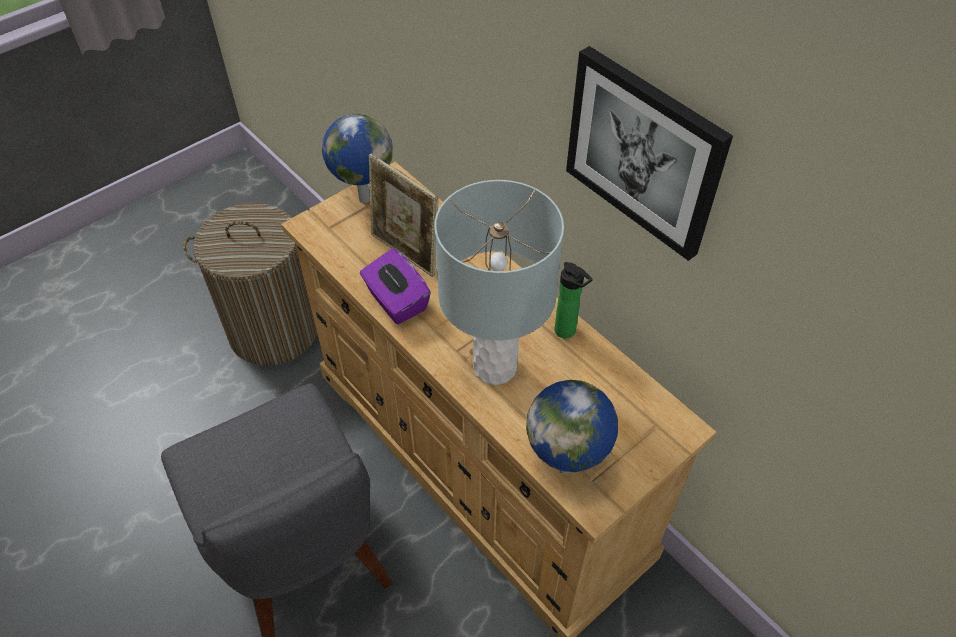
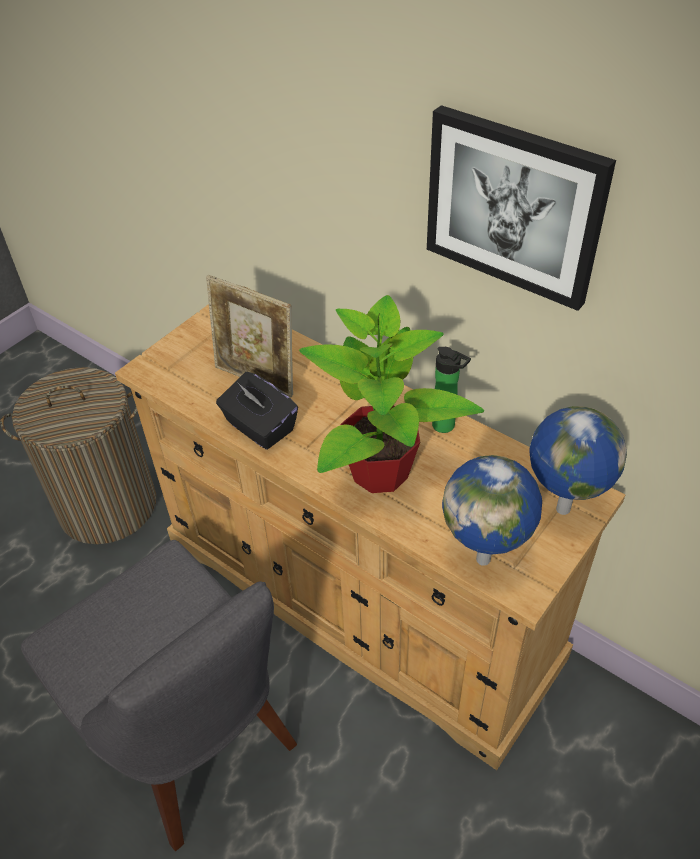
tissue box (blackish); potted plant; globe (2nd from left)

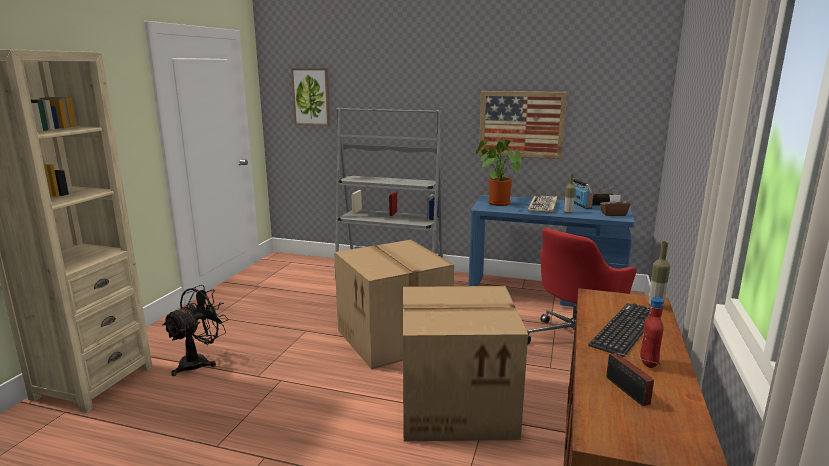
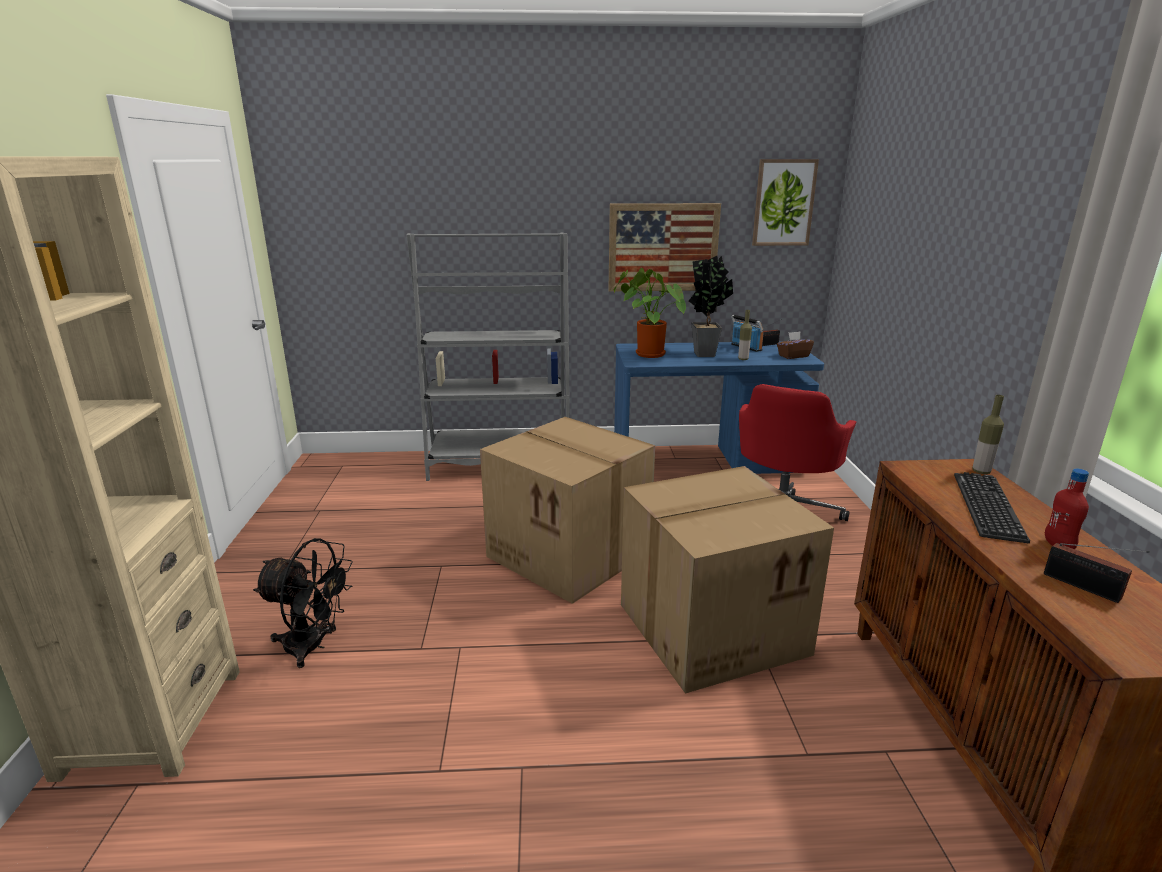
cooling fan (blackish); potted plant (2nd from left); wall art (2nd from left)

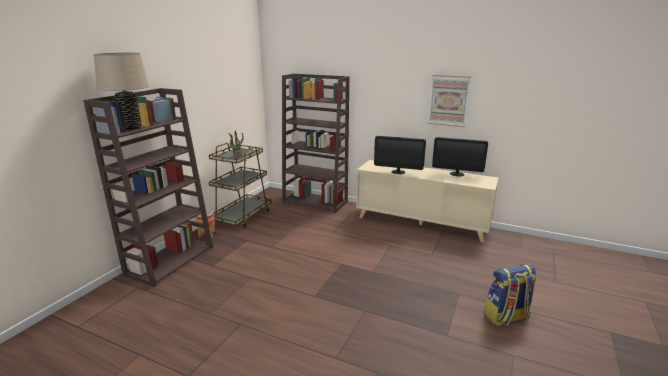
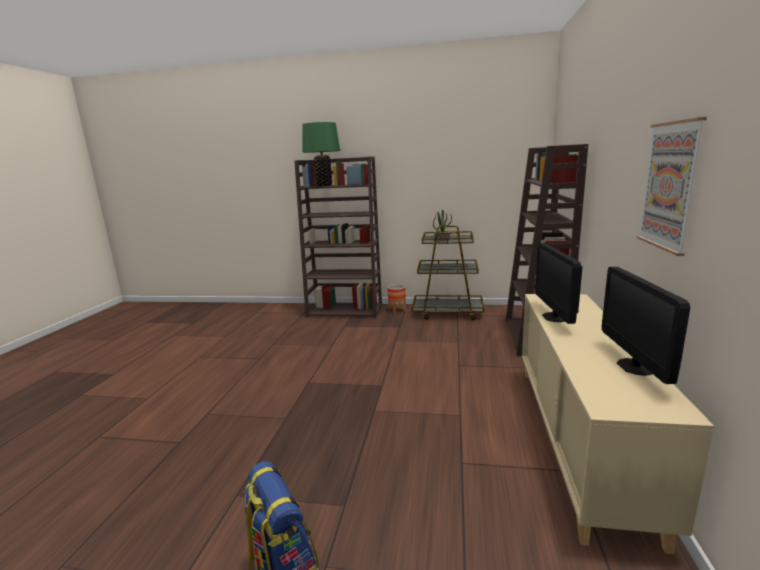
lamp for a table (green-coloured)

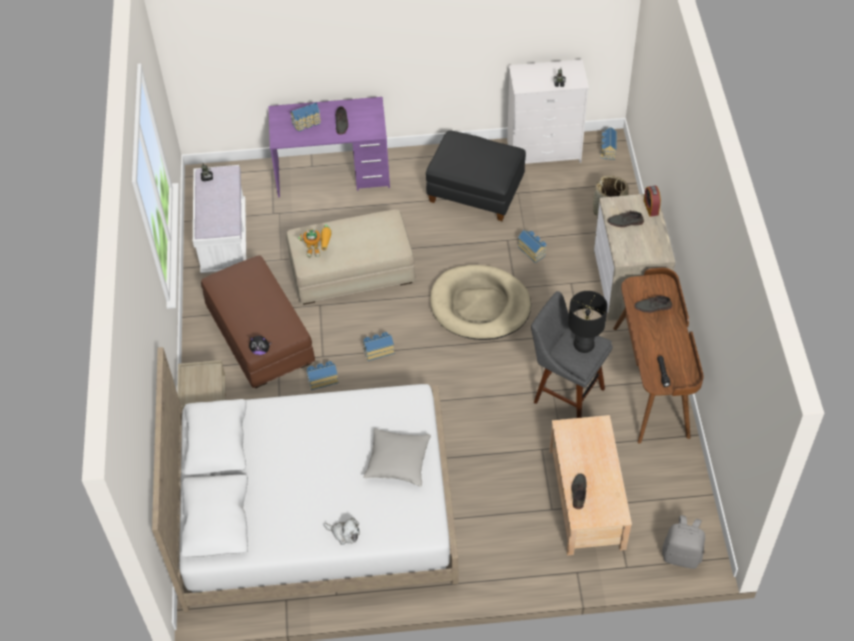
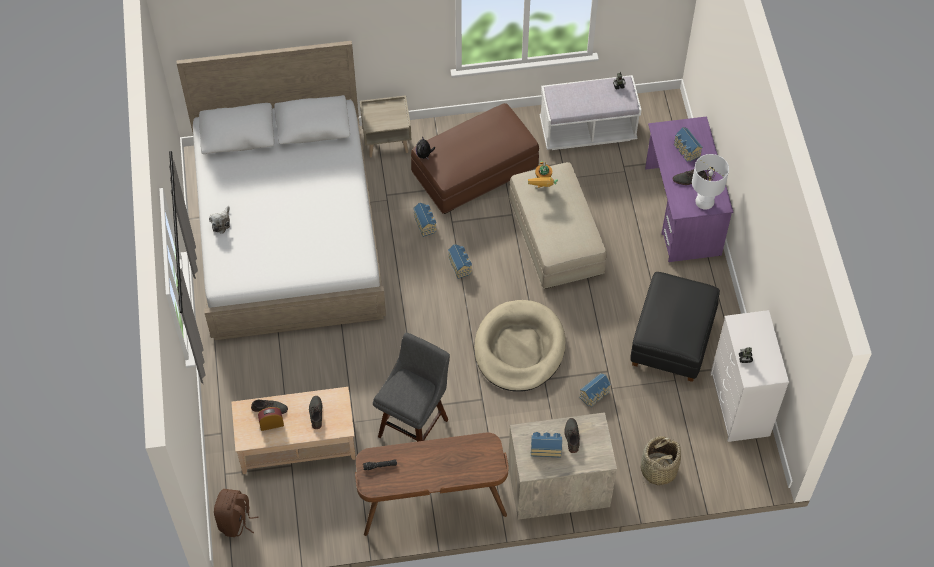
rucksack (brownish); alarm clock; item of footwear (greyish) (2nd from left); toy house (3rd from left); lamp for a table (whitish); cushion (greyish); lamp for a table (blackish)

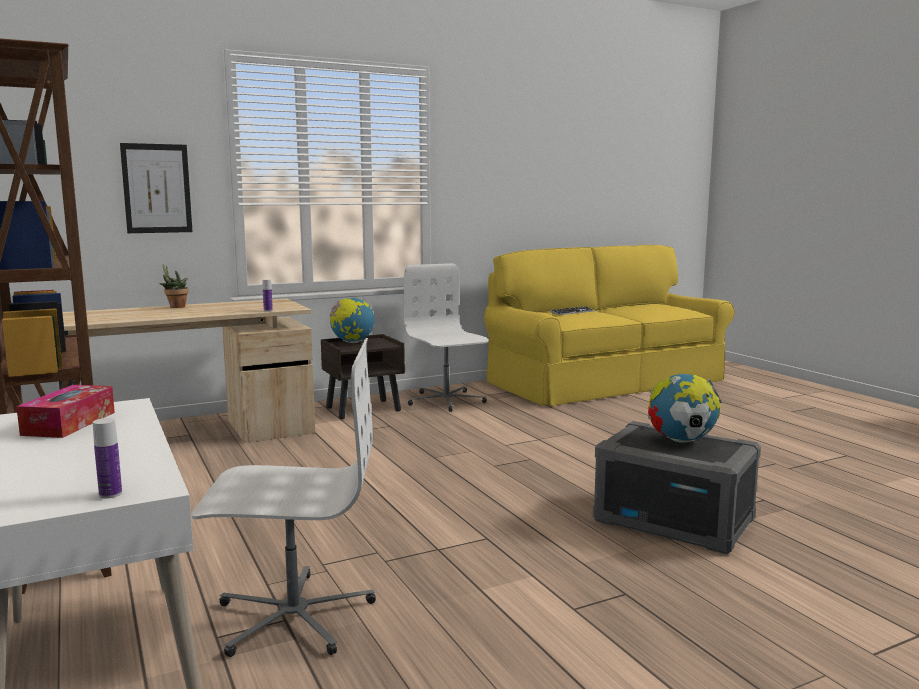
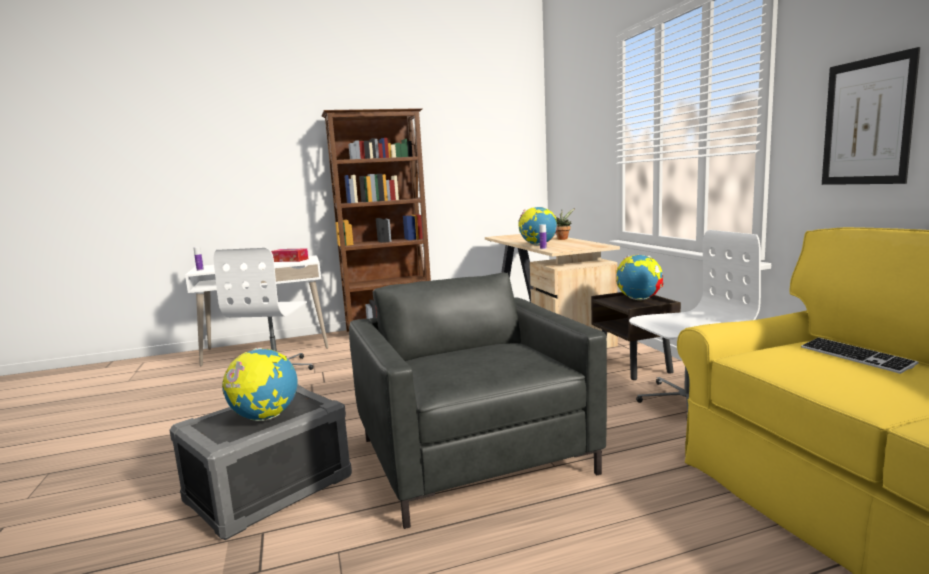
easy chair (greyish); globe (2nd from left); wall art

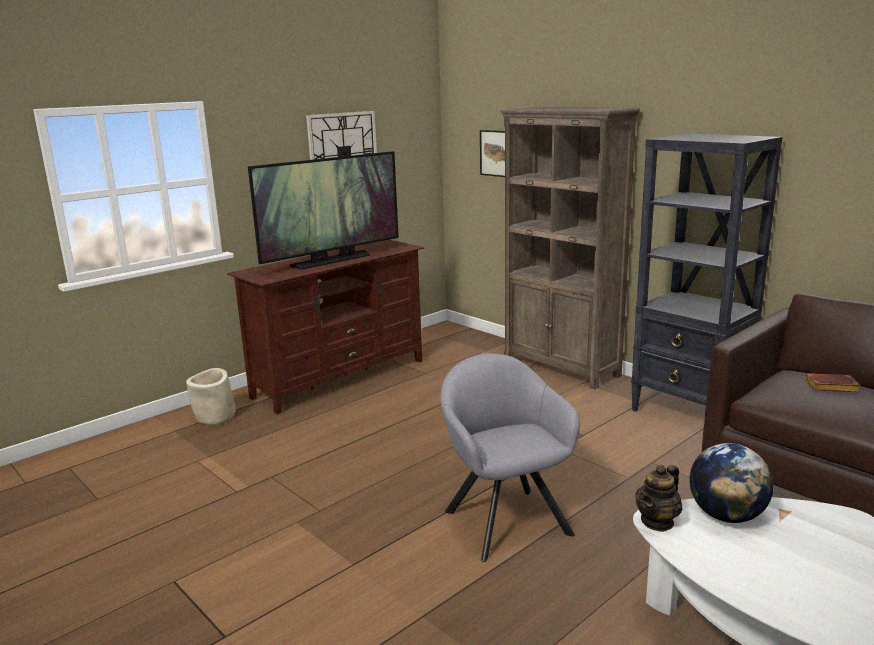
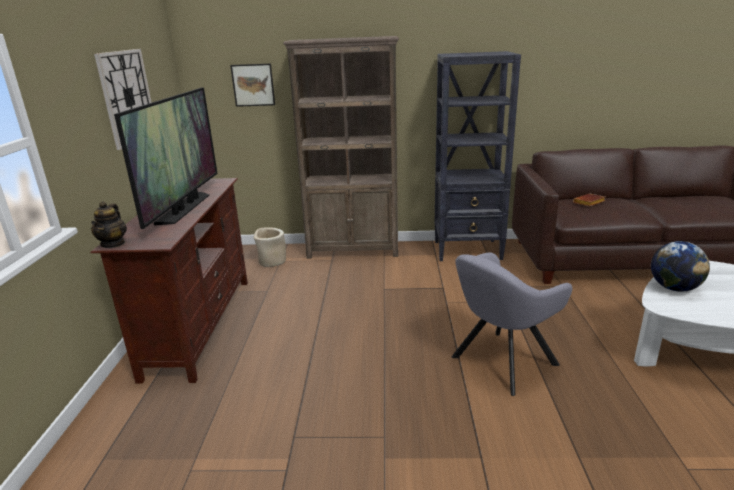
pot for tea; planter (beige); easy chair (greyish)

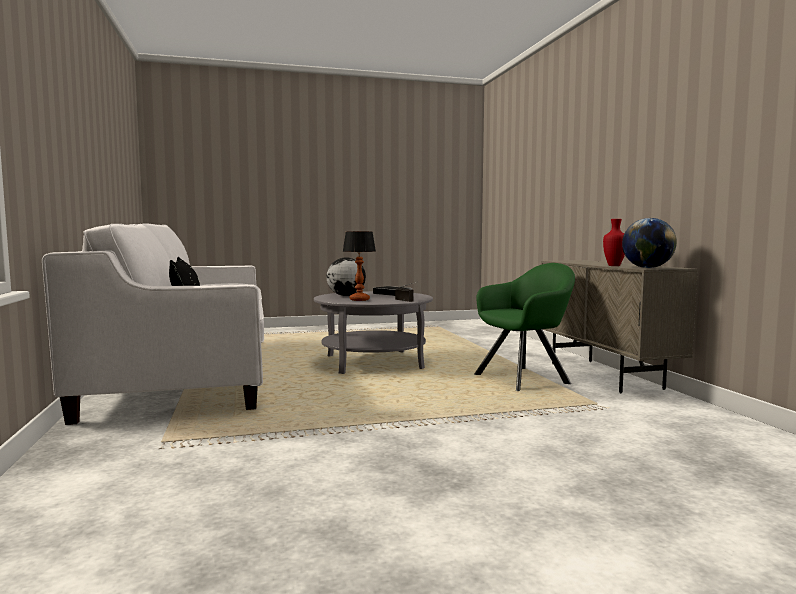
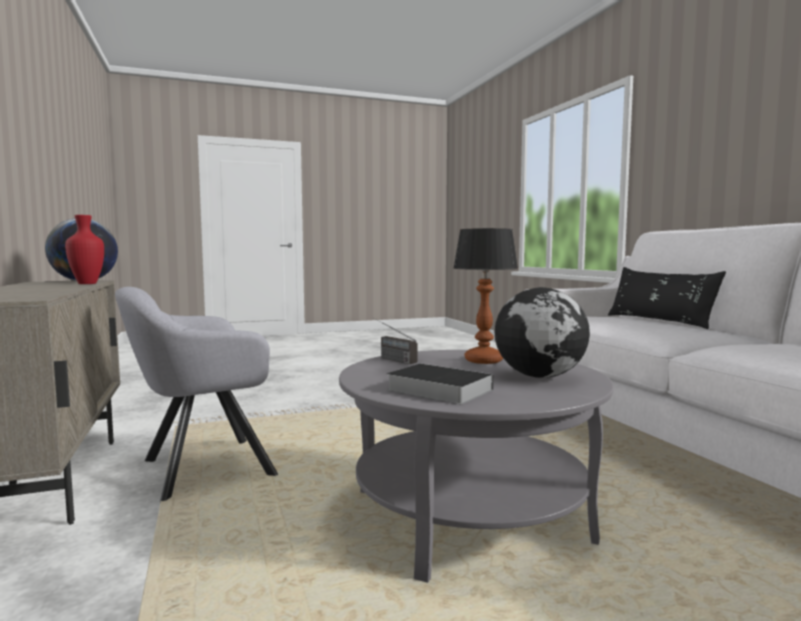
easy chair (greyish)

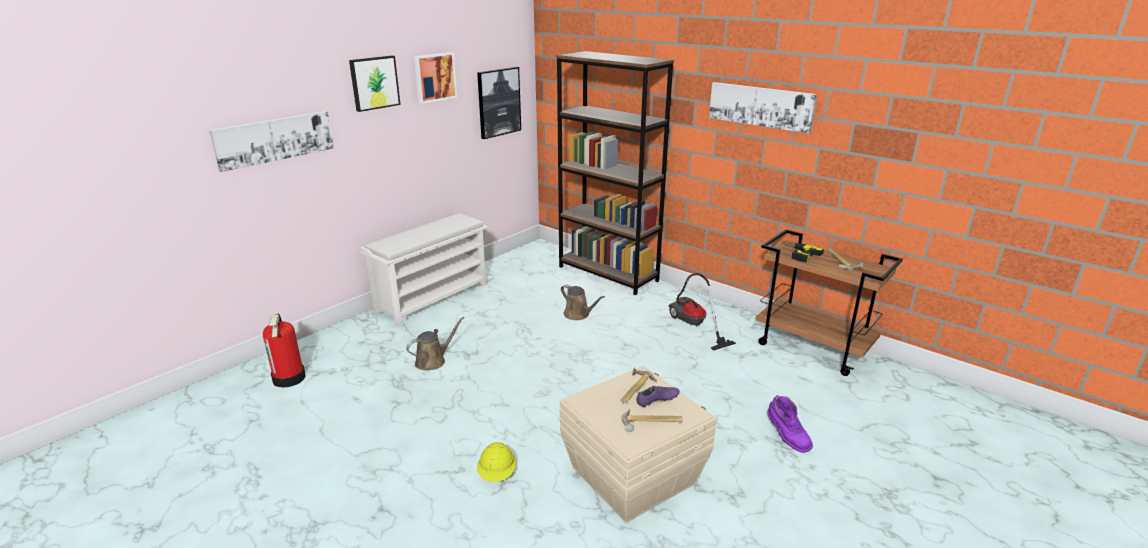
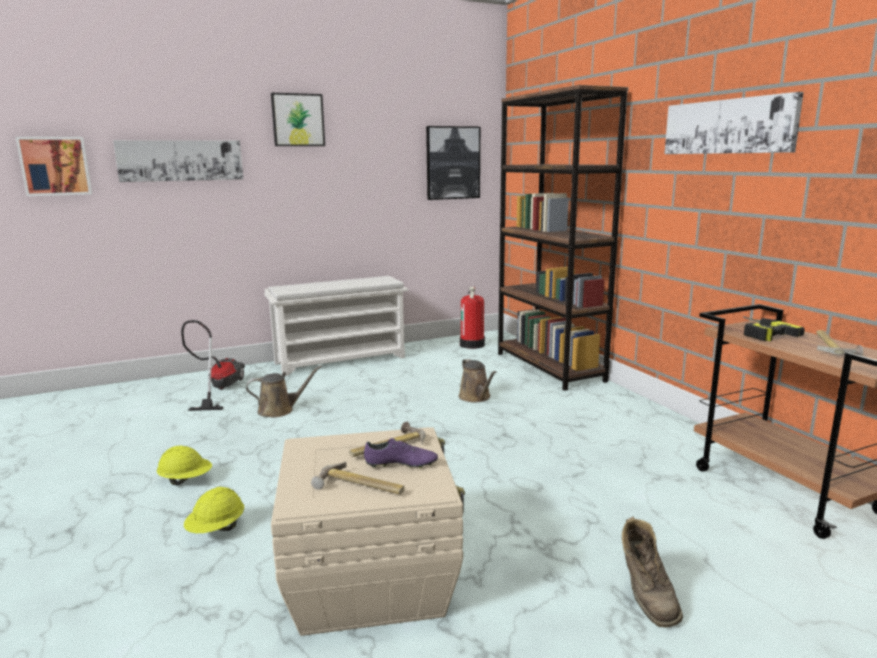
wall art (1st from left); work helmet (yellowish) (1st from left); vacuum cleaner; fire extinguisher; tall boot (brownish)

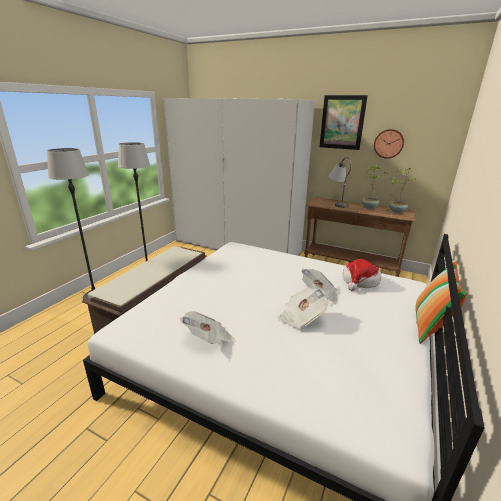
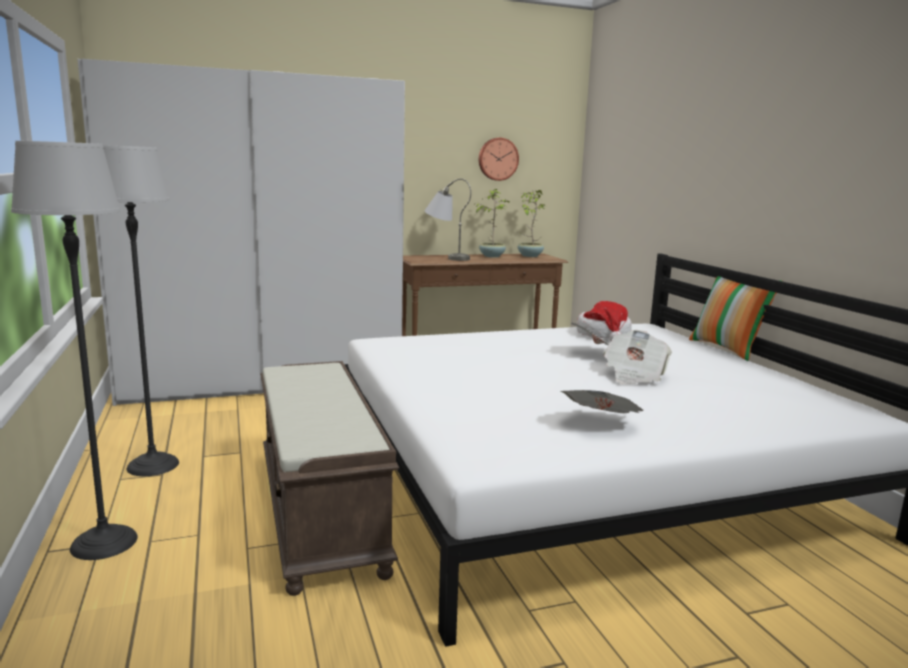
wall art

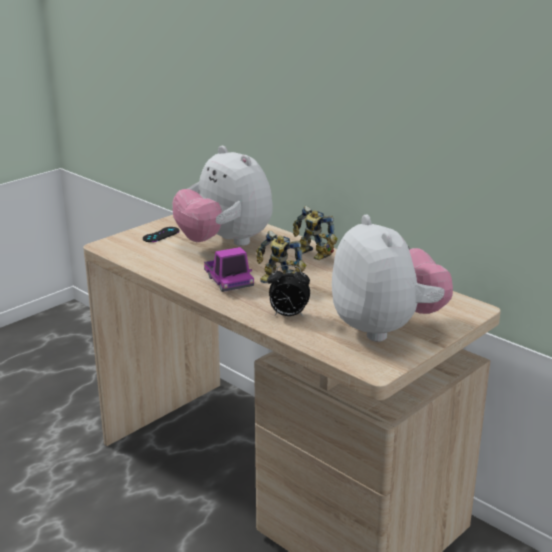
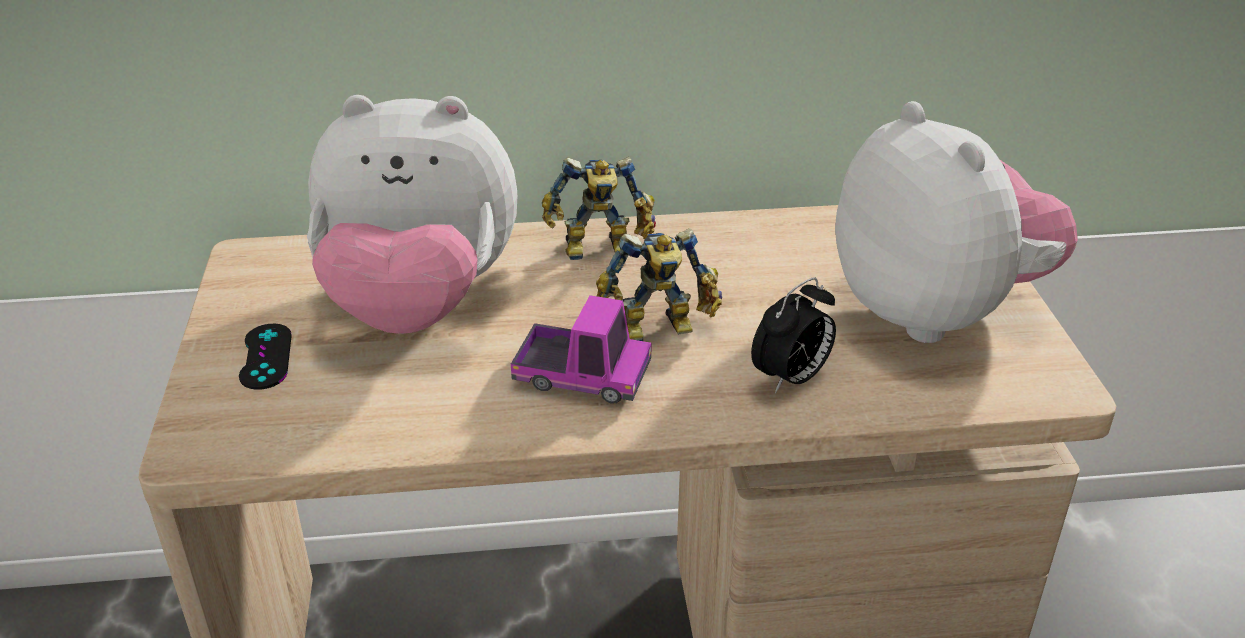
cuddly toy (2nd from left)

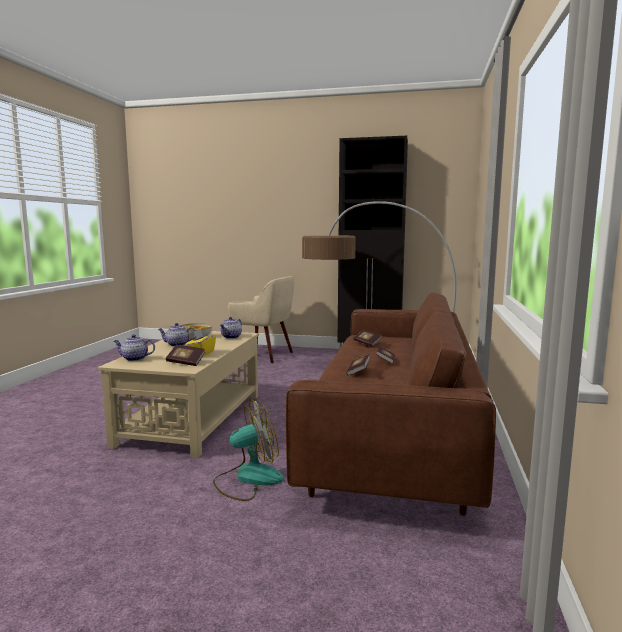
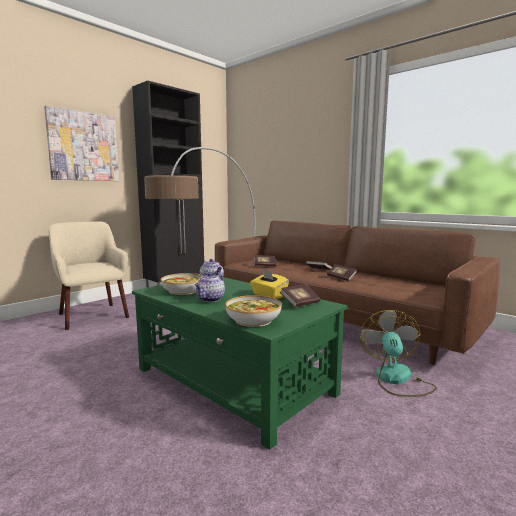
wall art; easy chair (beige); coffee table (green-coloured); bowl (2nd from left)

